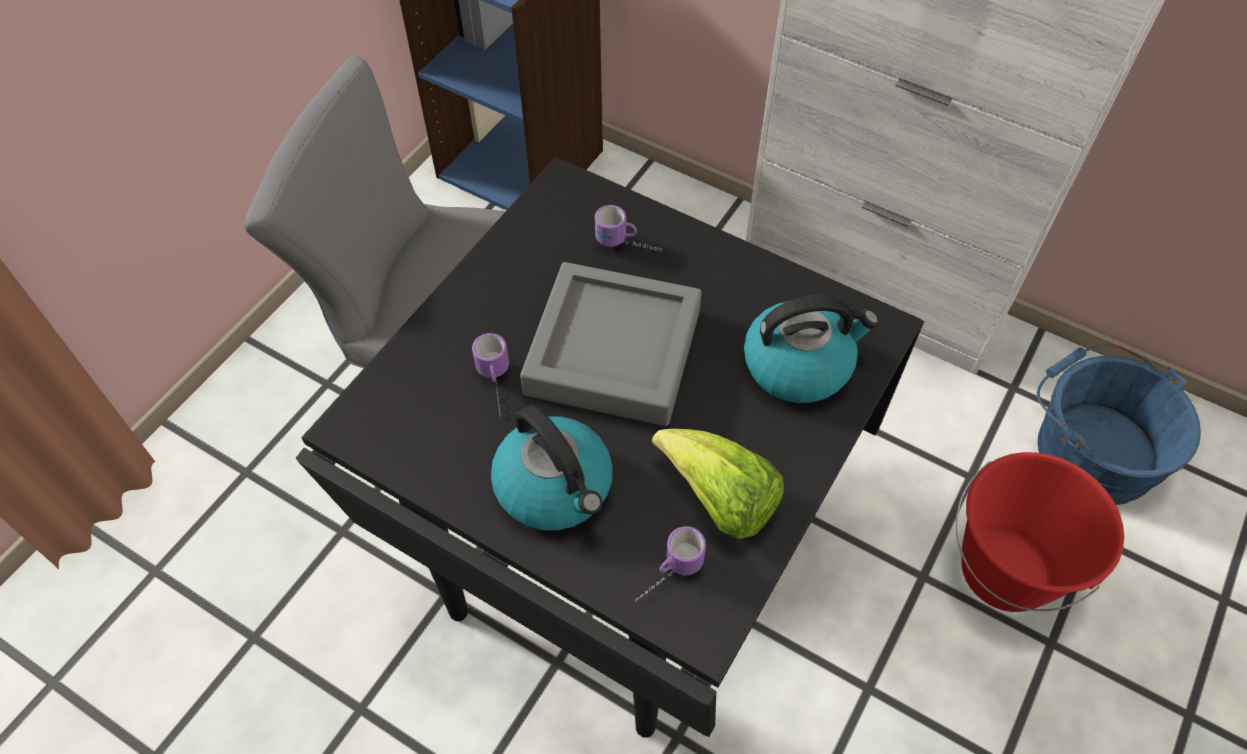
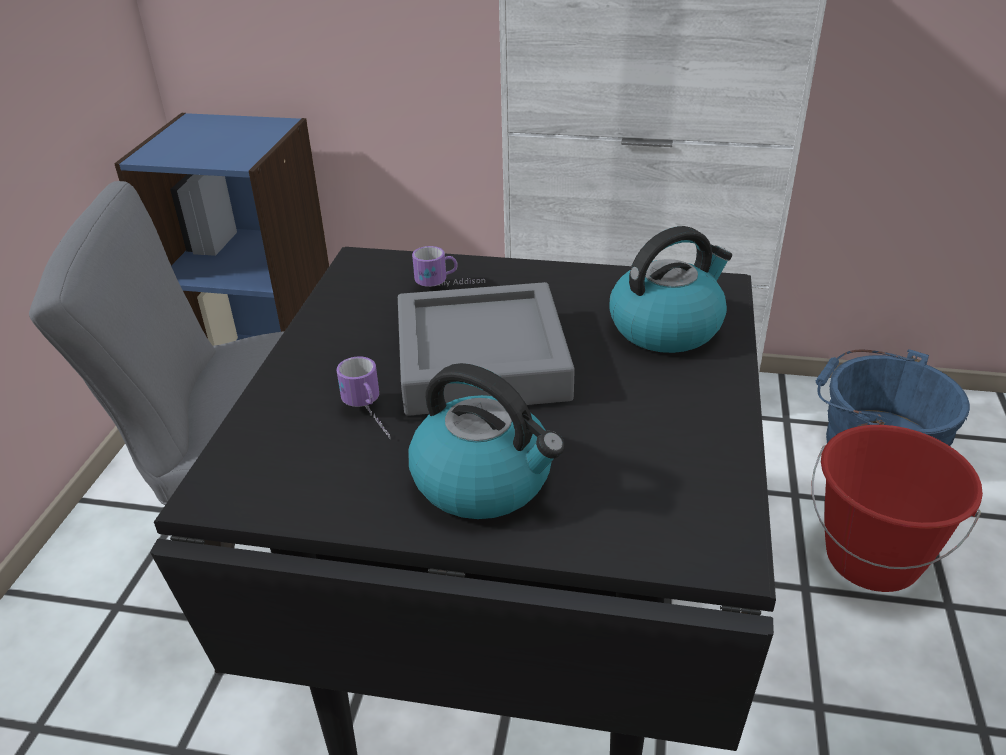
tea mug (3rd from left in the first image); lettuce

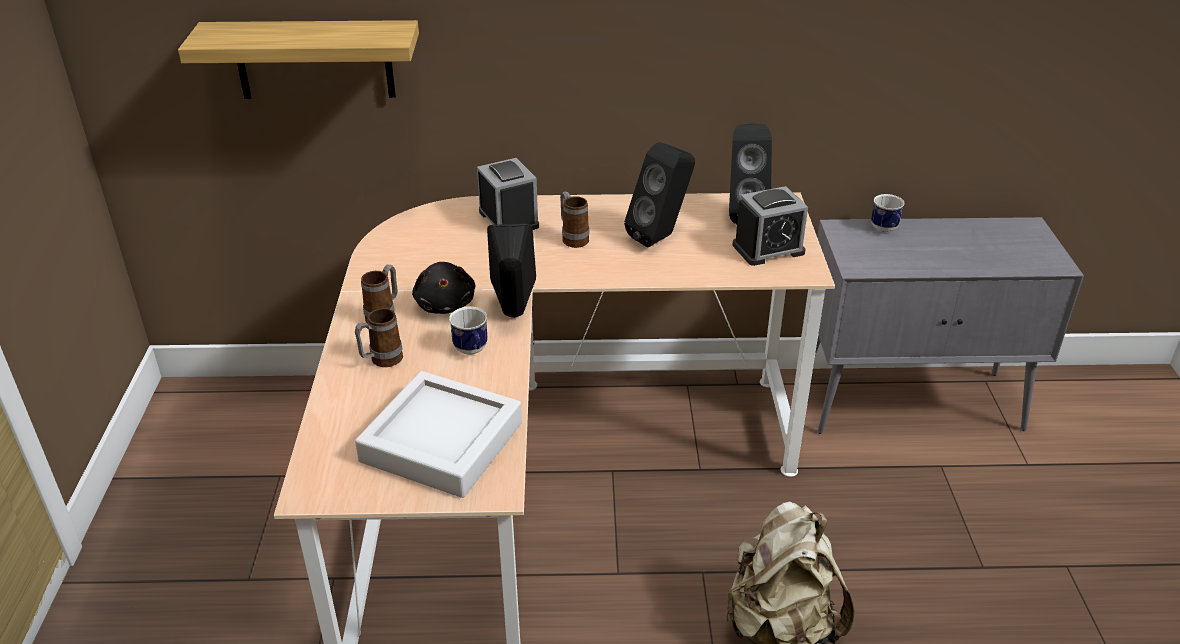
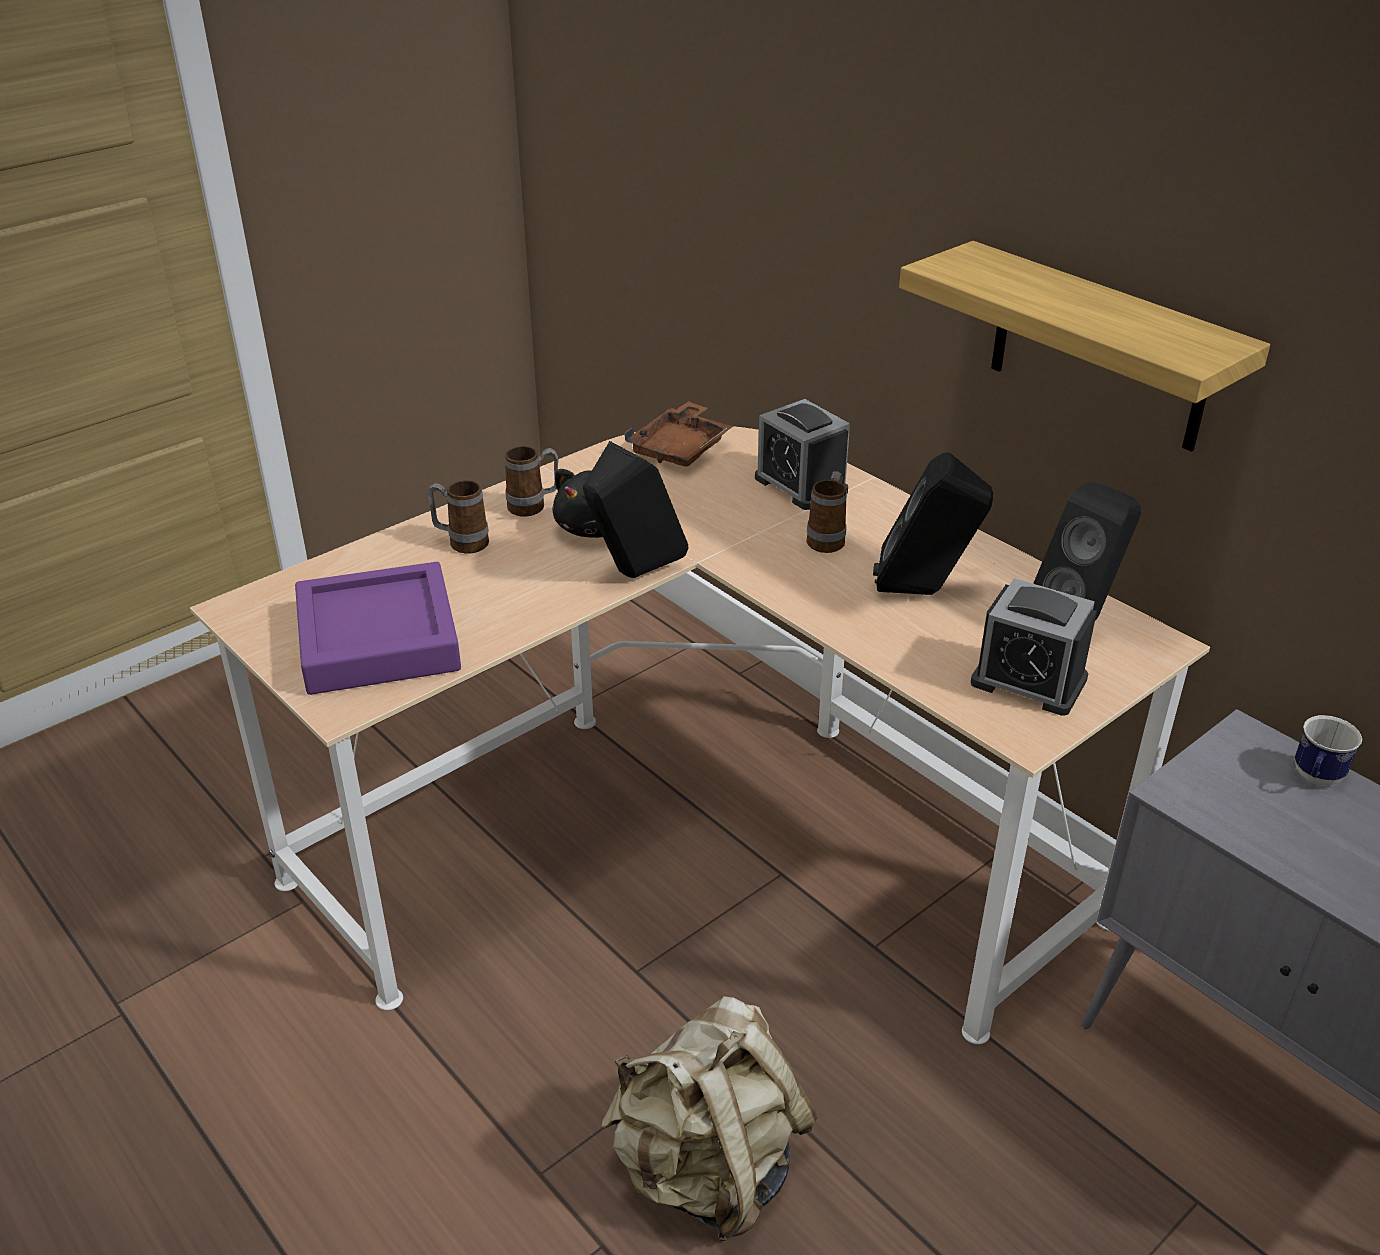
carrying tray (purple-coloured); carrying tray (brownish); alarm clock (1st from left); wall shelf; tea mug (3rd from left in the first image)

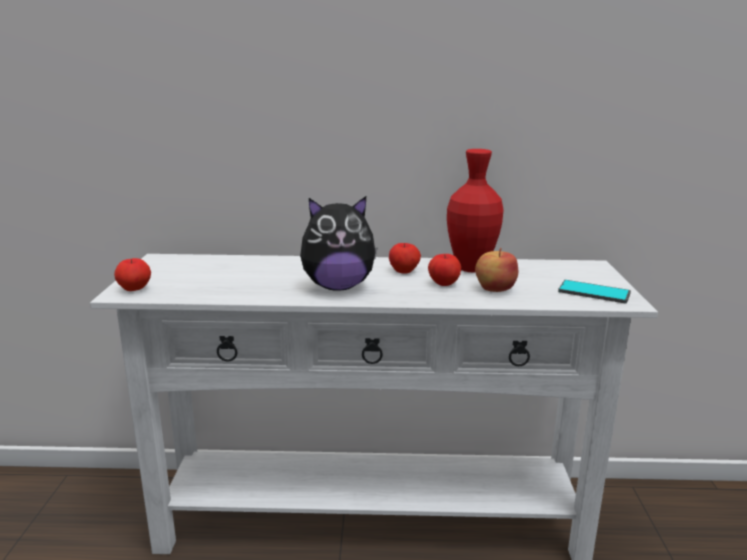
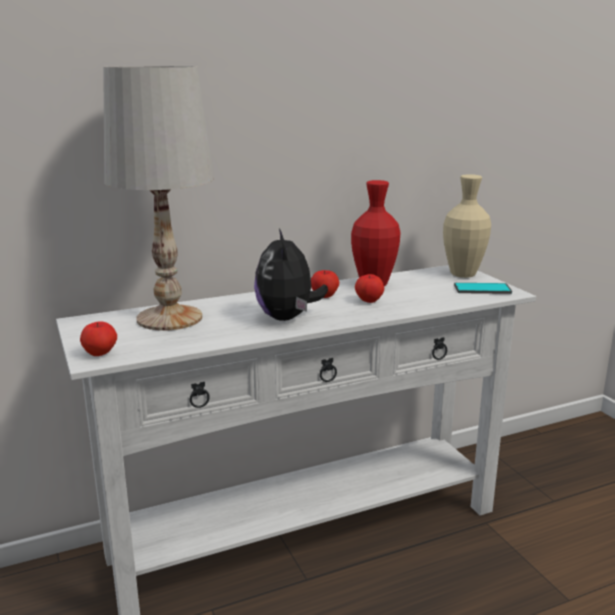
lamp for a table (whitish); cuddly toy; vase (beige); whole apple (4th from left in the first image)

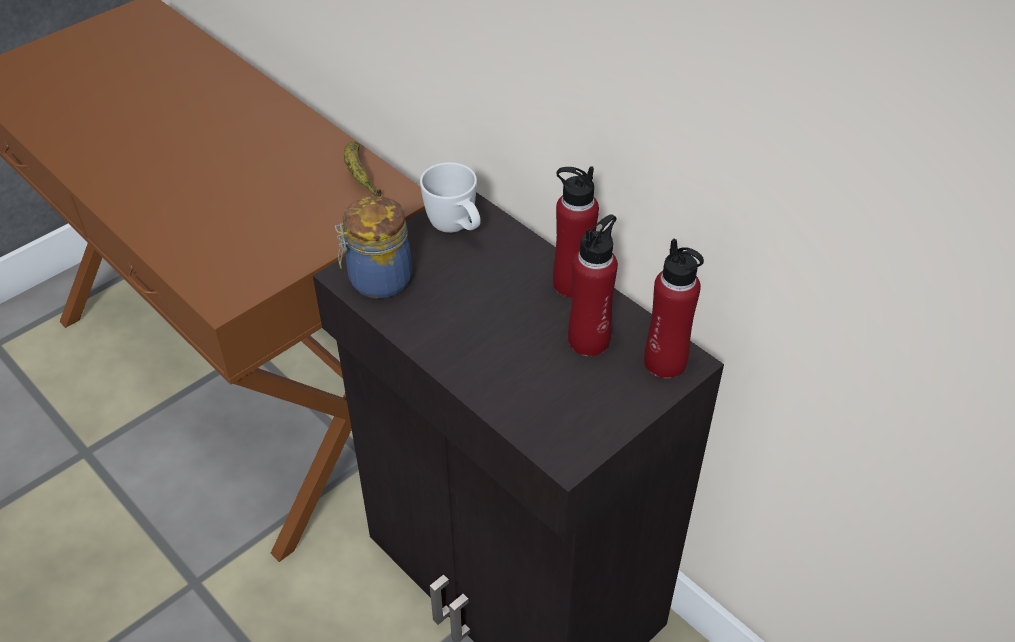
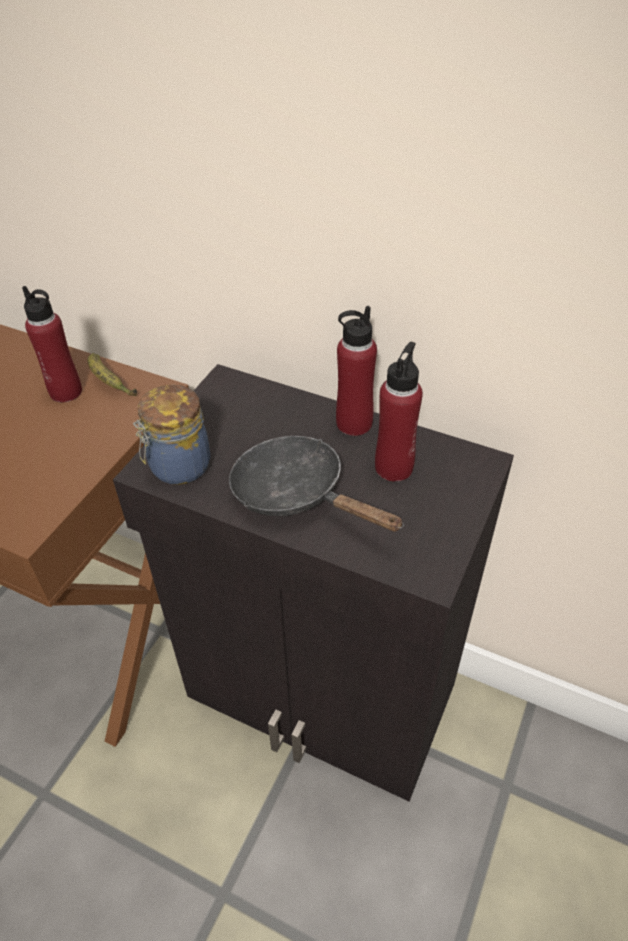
drink bottle (red) (1st from left); pan (blackish); tea mug (whitish)

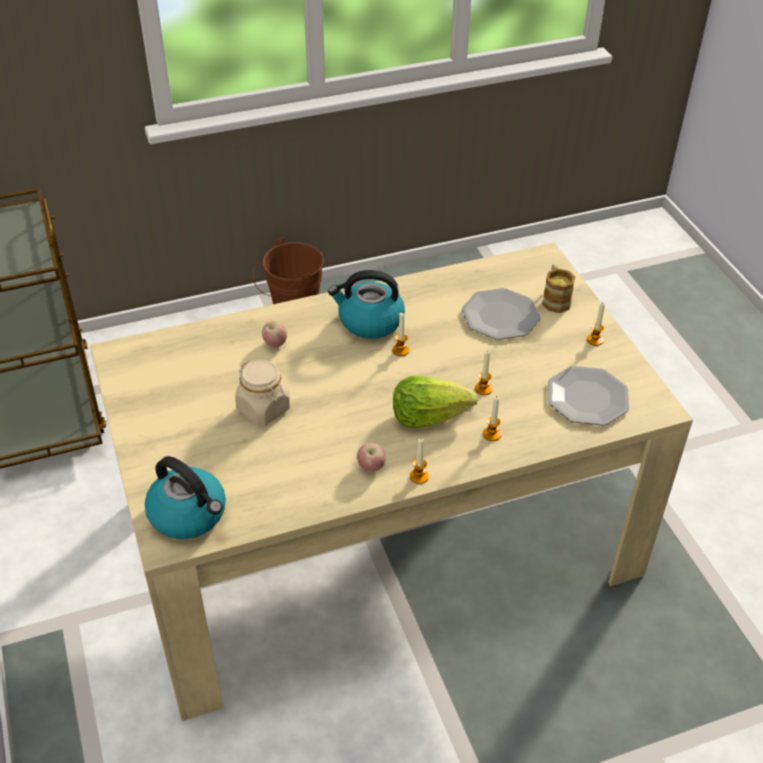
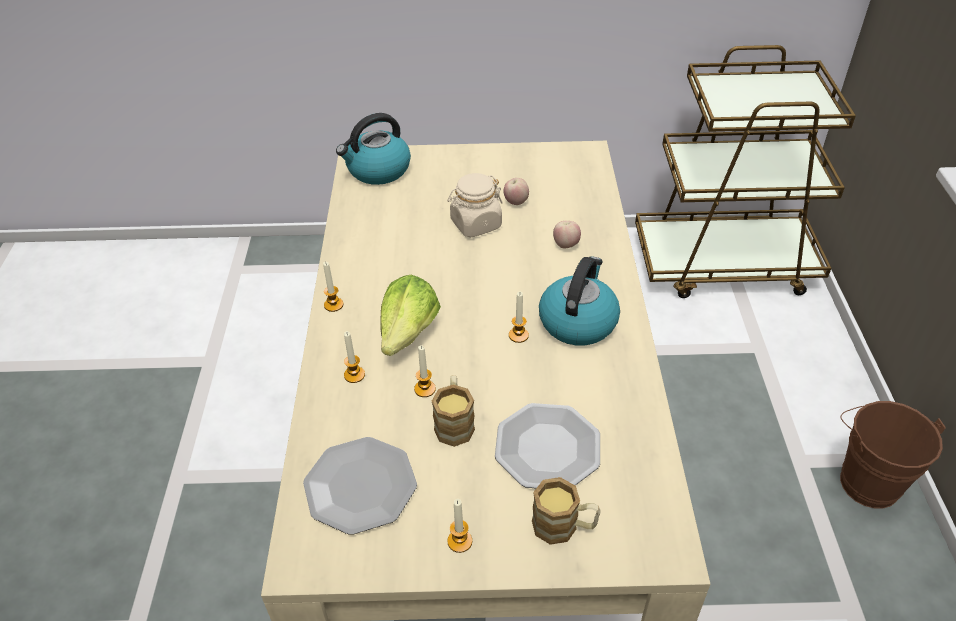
tea mug (1st from left); whole apple (1st from left)

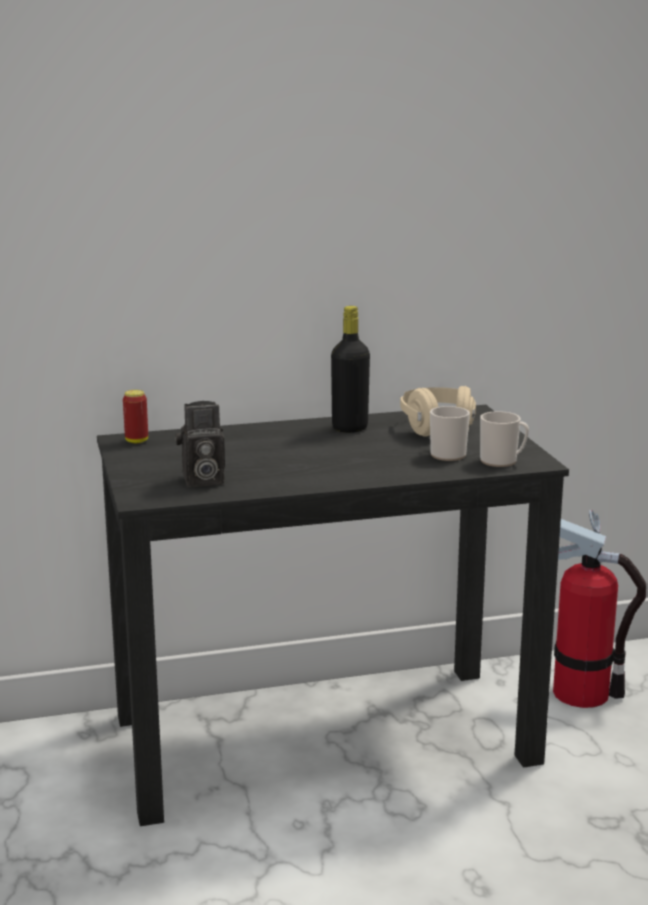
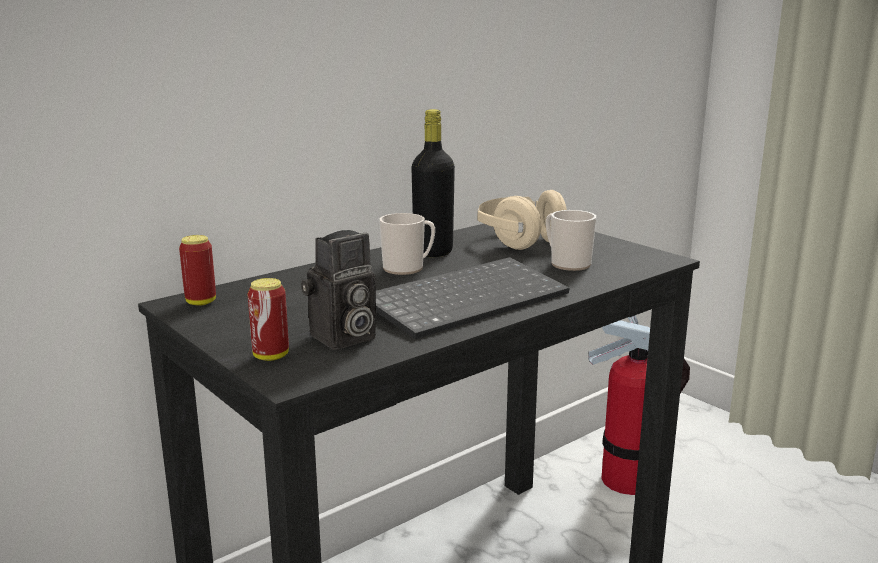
sealed can (2nd from left); keyboard; tea mug (1st from left)

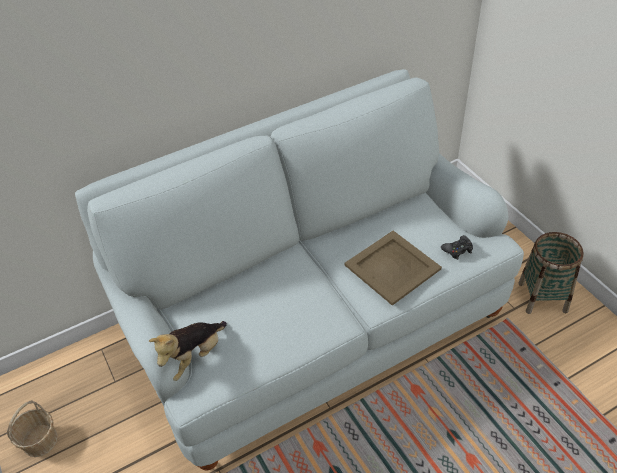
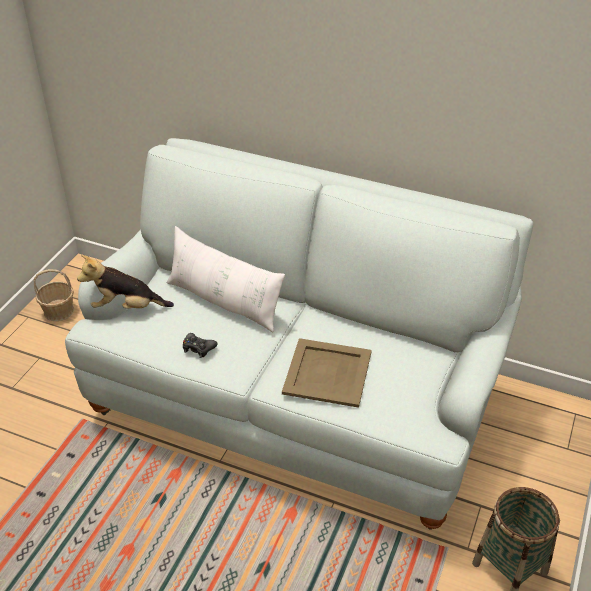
cushion (whitish); game controller (blackish)

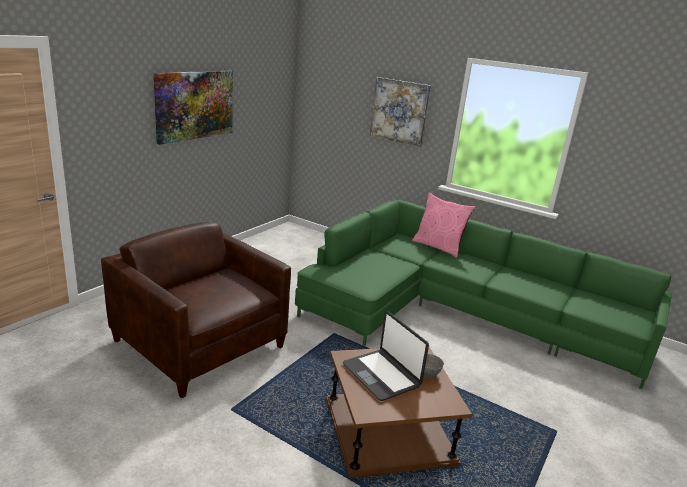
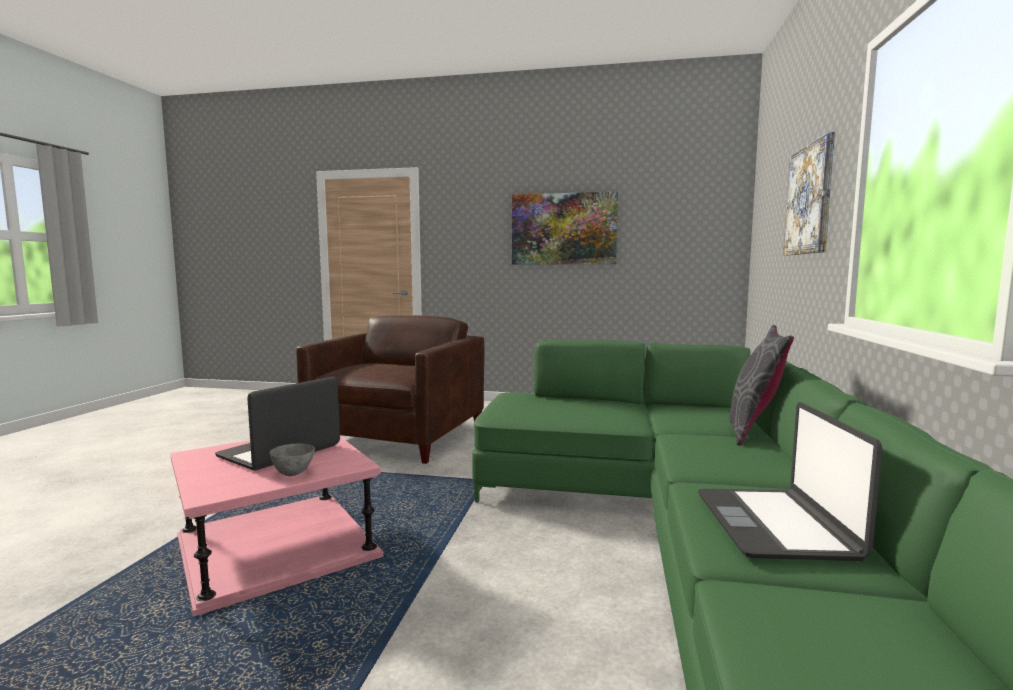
side table (pink-coloured); notebook computer (2nd from left); cushion (greyish)

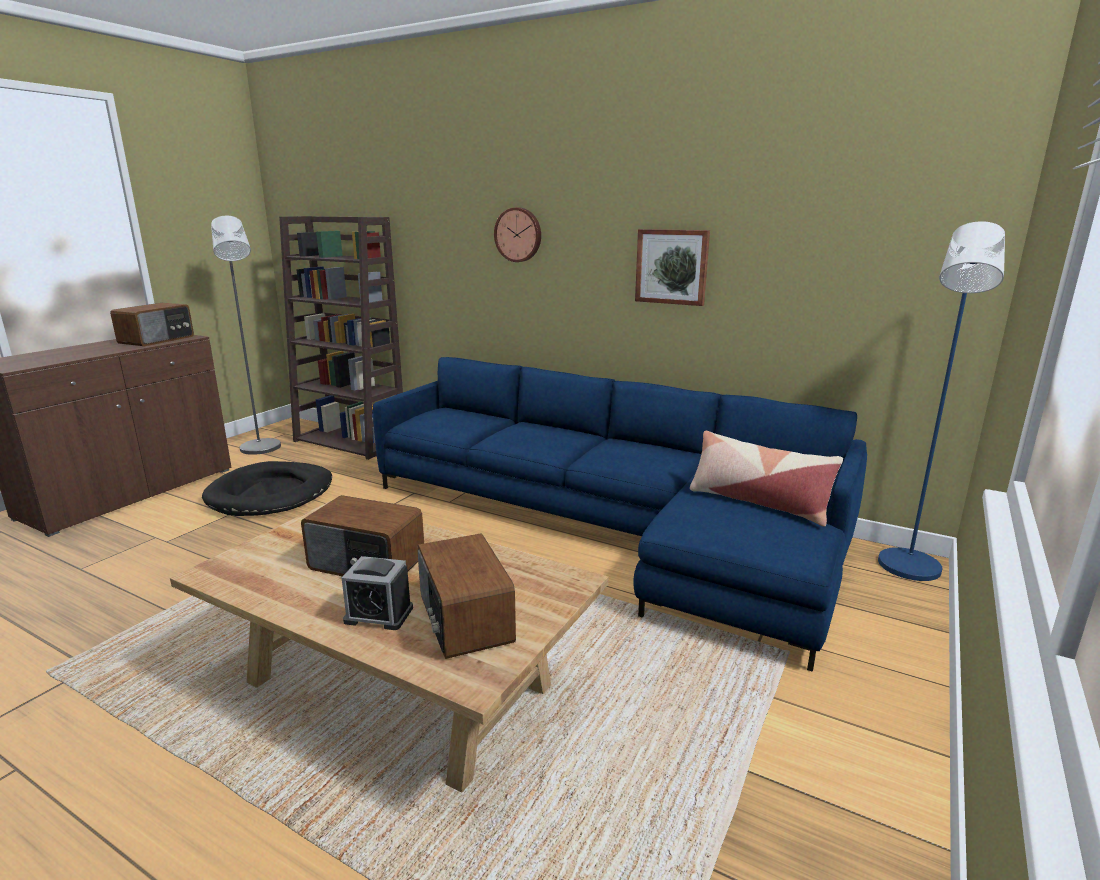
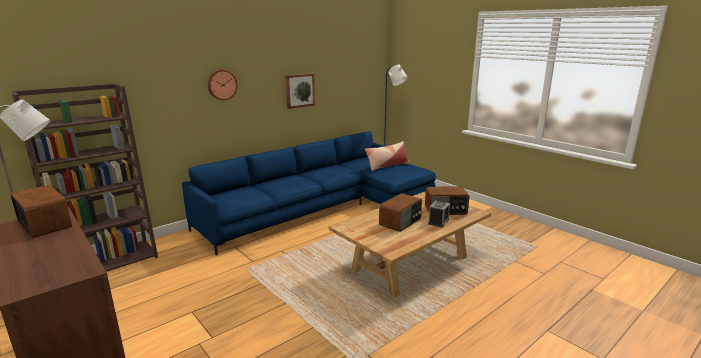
dog cushion (blackish)

